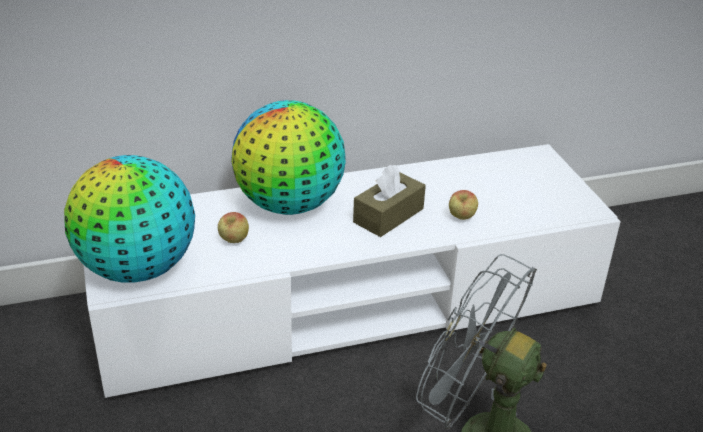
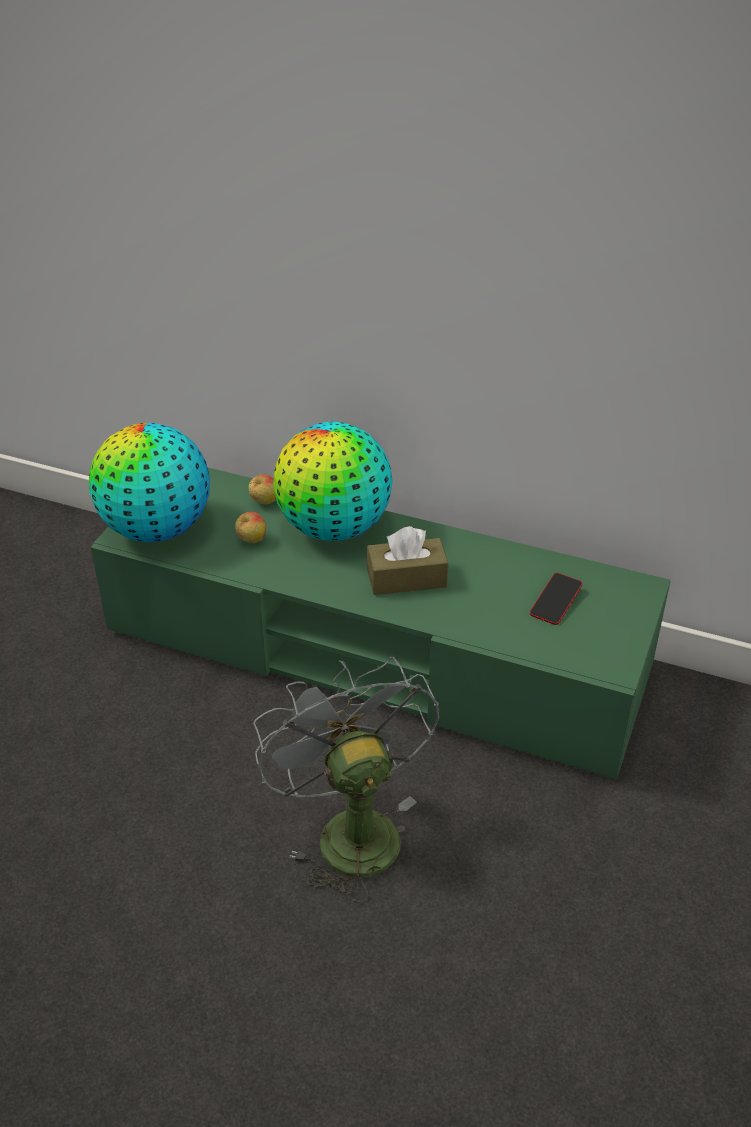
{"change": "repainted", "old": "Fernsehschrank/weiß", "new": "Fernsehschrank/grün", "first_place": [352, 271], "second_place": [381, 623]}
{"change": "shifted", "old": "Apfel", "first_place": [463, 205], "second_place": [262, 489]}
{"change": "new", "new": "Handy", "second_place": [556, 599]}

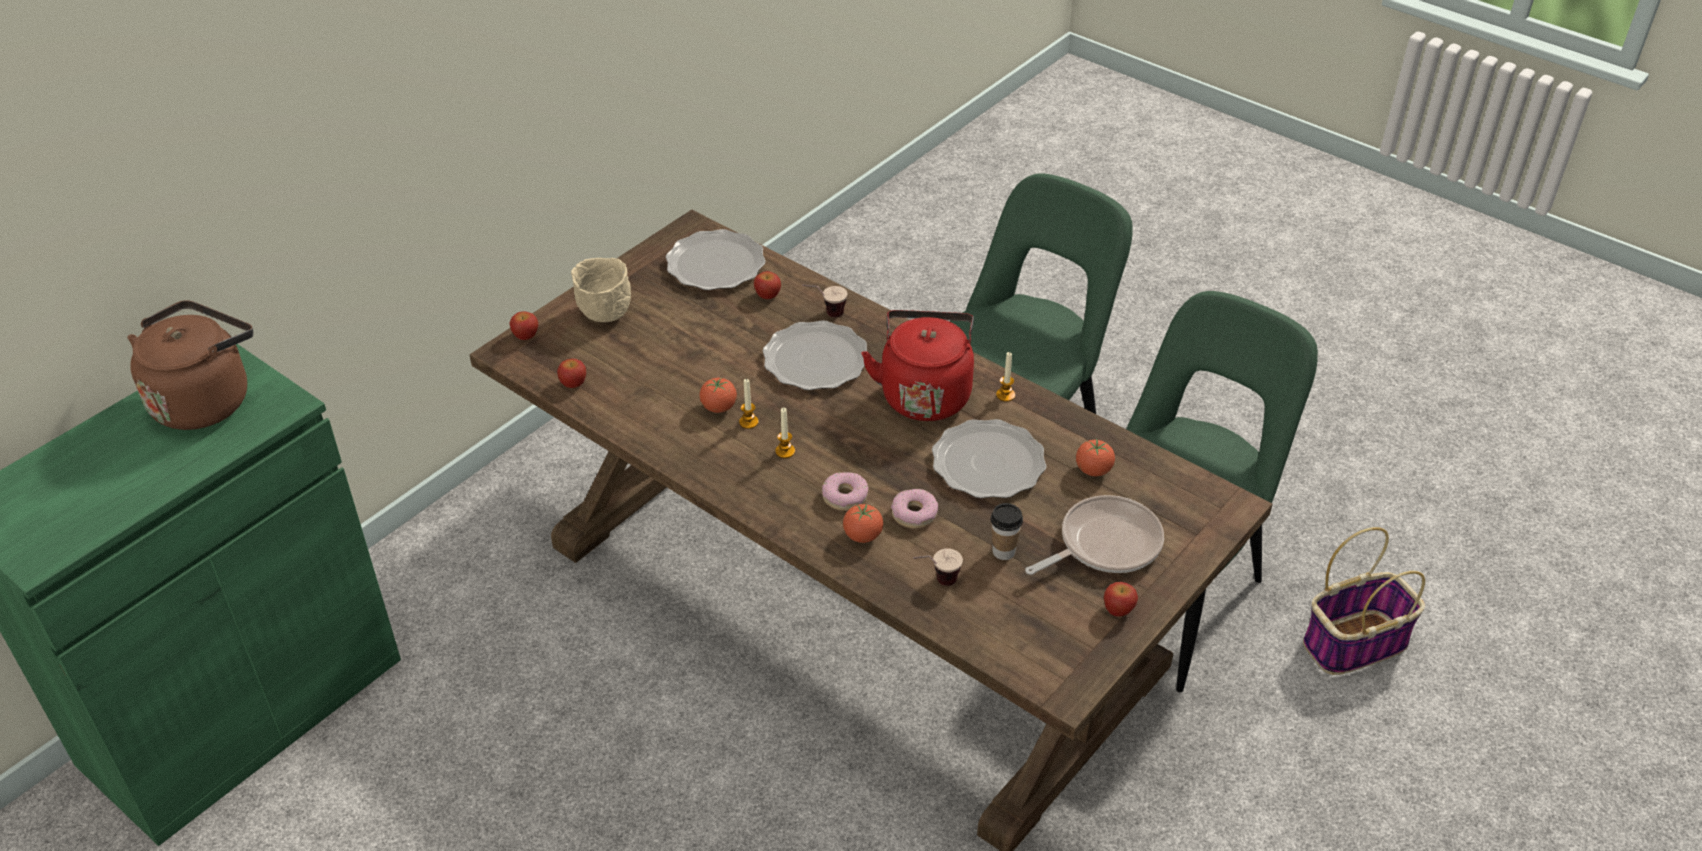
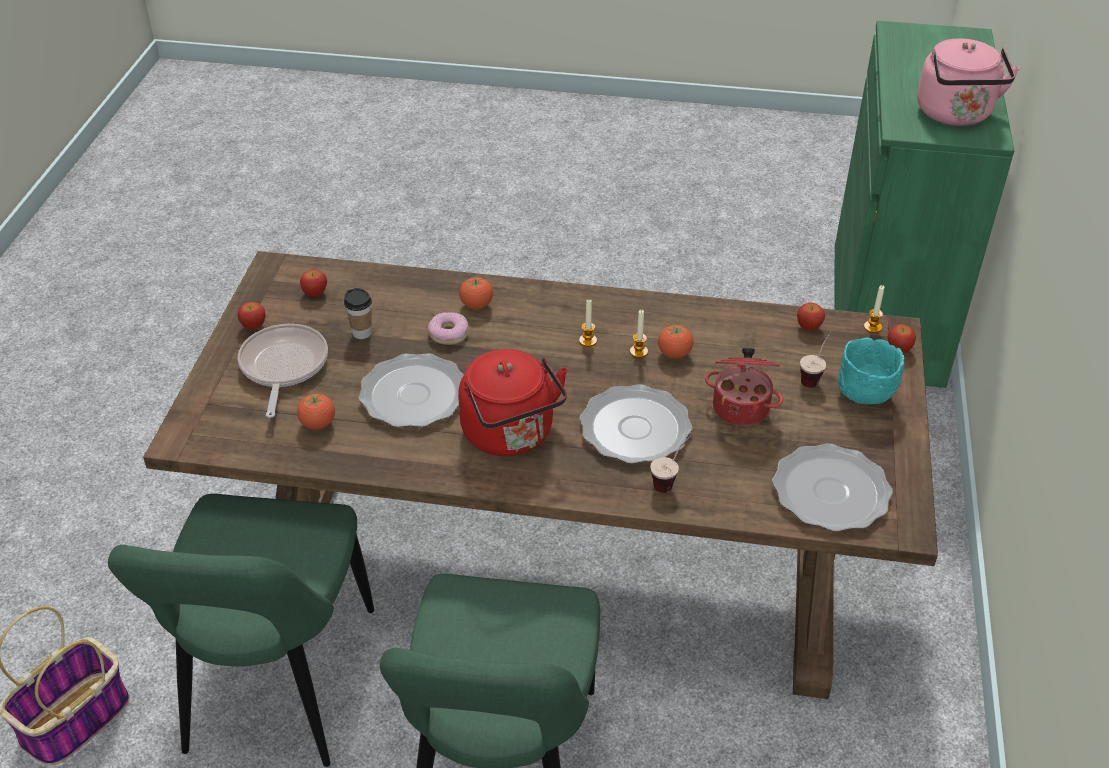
{"change": "rotated", "old": "Pfanne", "first_place": [1094, 535], "second_place": [283, 371], "degrees": 150}
{"change": "shifted", "old": "Apfel", "first_place": [767, 285], "second_place": [313, 283]}
{"change": "new", "new": "Kochtopf", "second_place": [744, 387]}
{"change": "shifted", "old": "Tasse", "first_place": [938, 567], "second_place": [816, 360]}
{"change": "repainted", "old": "Schüssel/beige", "new": "Schüssel/türkis", "first_place": [601, 290], "second_place": [871, 370]}
{"change": "shifted", "old": "Kerze", "first_place": [1005, 377], "second_place": [874, 309]}
{"change": "repainted", "old": "Wasserkessel/braun", "new": "Wasserkessel/rosa", "first_place": [190, 365], "second_place": [968, 82]}
{"change": "gone", "old": "Donut", "first_place": [845, 491]}

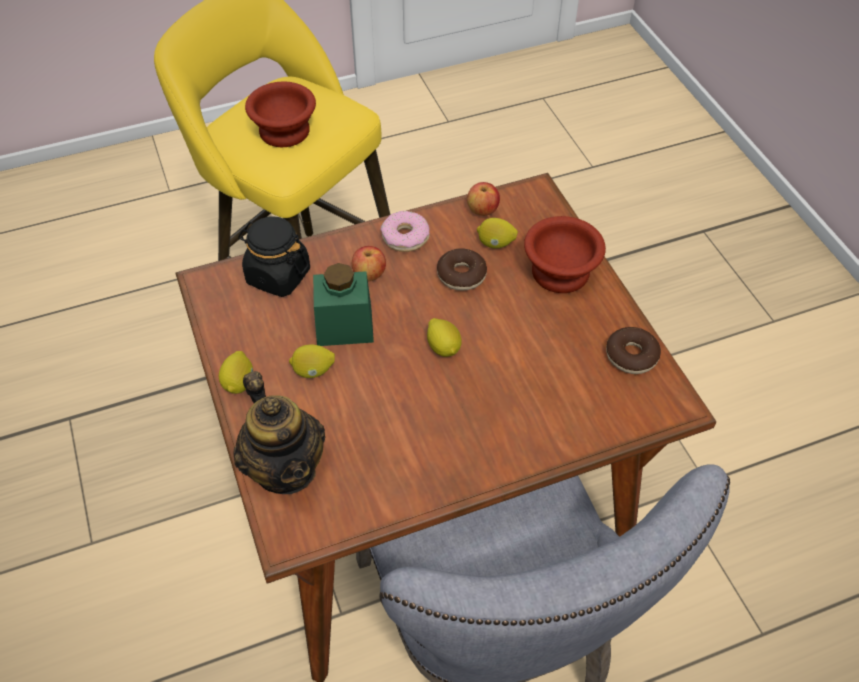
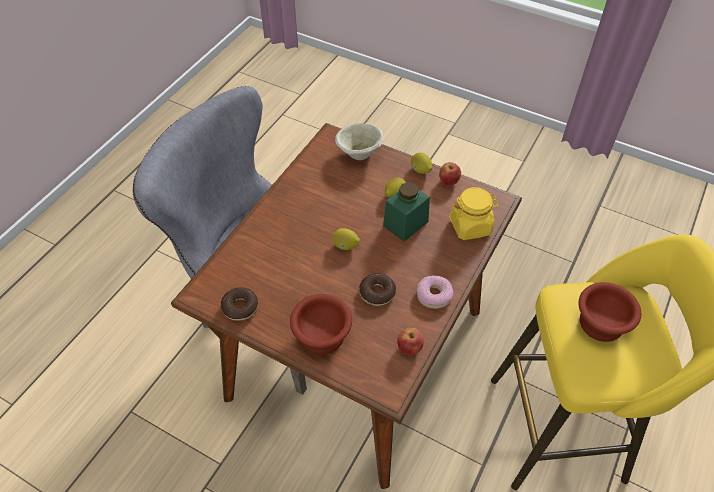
{"change": "swapped", "old": "Teekanne", "new": "Schüssel/beige", "first_place": [279, 432], "second_place": [359, 141]}
{"change": "shifted", "old": "Apfel", "first_place": [369, 263], "second_place": [450, 174]}
{"change": "repainted", "old": "Vorratsglas/schwarz", "new": "Vorratsglas/gelb", "first_place": [274, 256], "second_place": [474, 213]}
{"change": "gone", "old": "Zitrone", "first_place": [497, 233]}

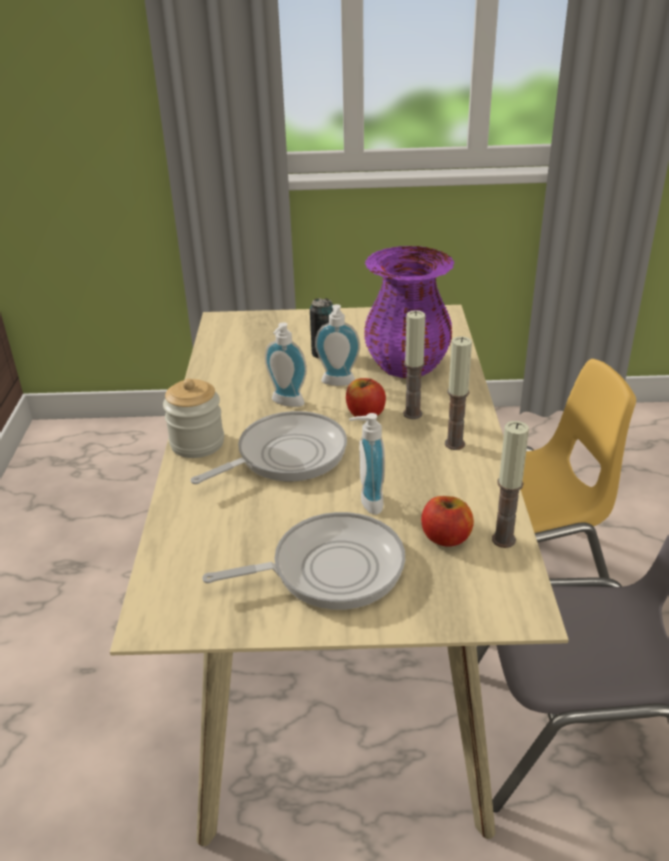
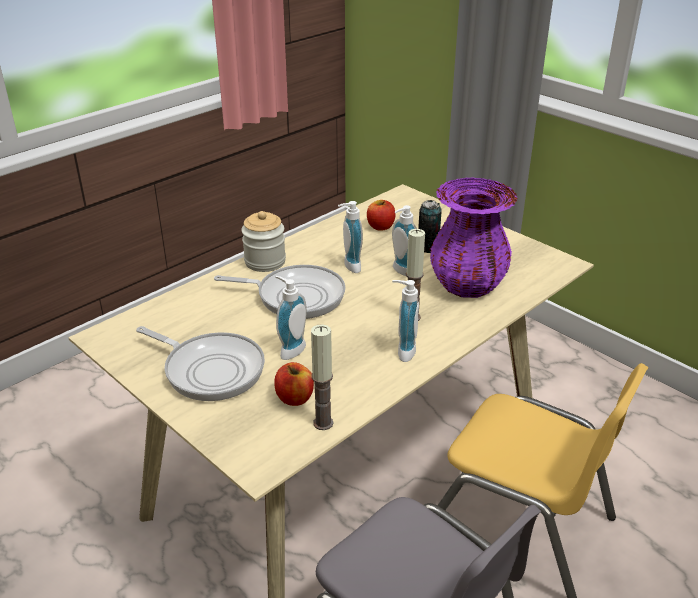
{"change": "shifted", "old": "Apfel", "first_place": [366, 397], "second_place": [381, 215]}
{"change": "swapped", "old": "Kerze", "new": "Seifenspender", "first_place": [458, 393], "second_place": [405, 321]}

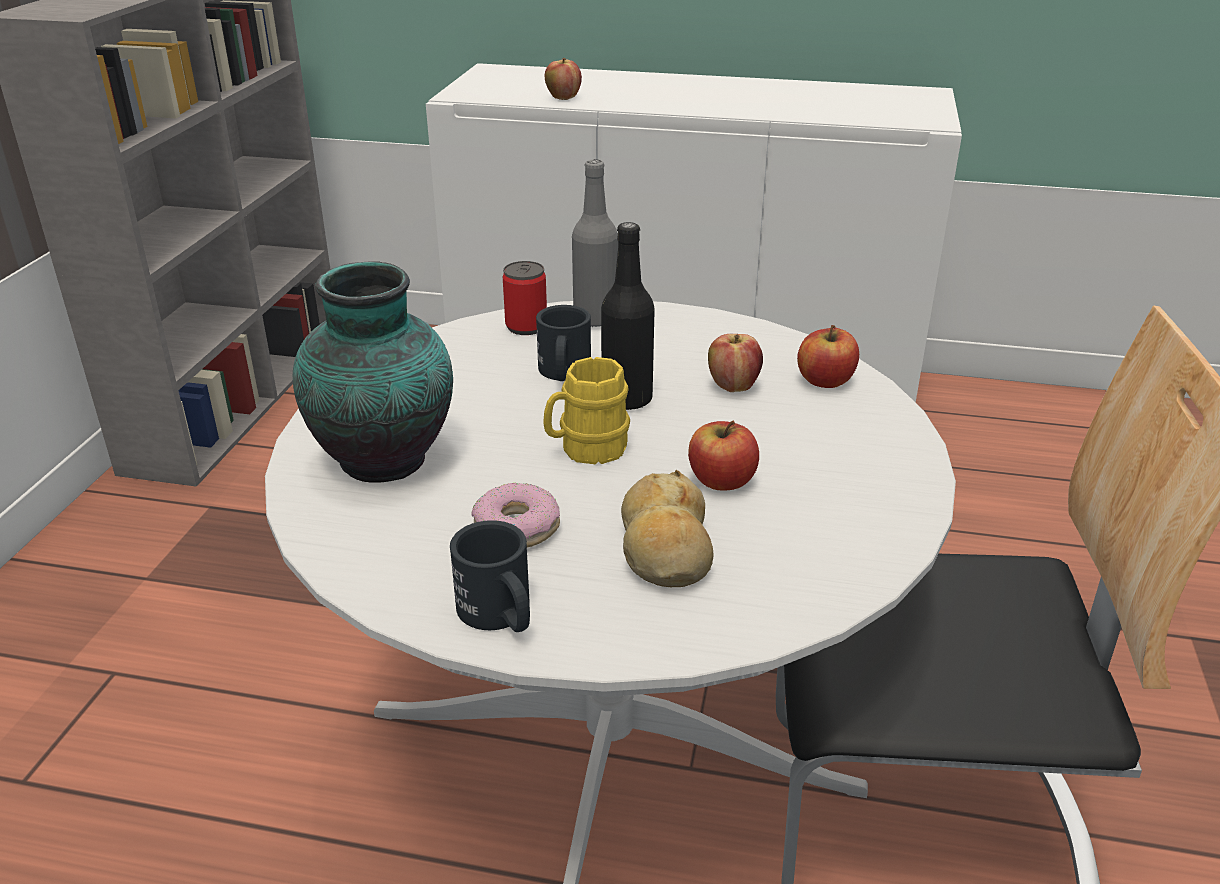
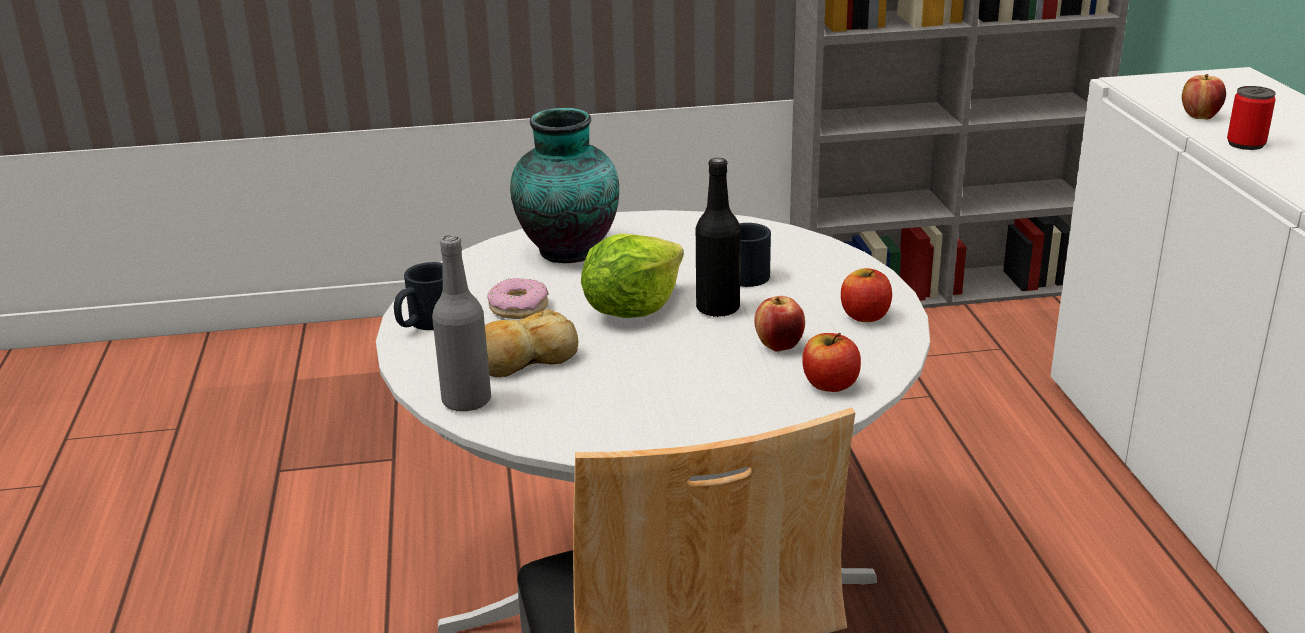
{"change": "shifted", "old": "Flasche/grau", "first_place": [595, 243], "second_place": [461, 323]}
{"change": "swapped", "old": "Henkelbecher/gelb", "new": "Salatkopf", "first_place": [586, 410], "second_place": [632, 275]}
{"change": "shifted", "old": "Apfel", "first_place": [723, 455], "second_place": [866, 295]}
{"change": "shifted", "old": "Dose", "first_place": [525, 298], "second_place": [1251, 118]}

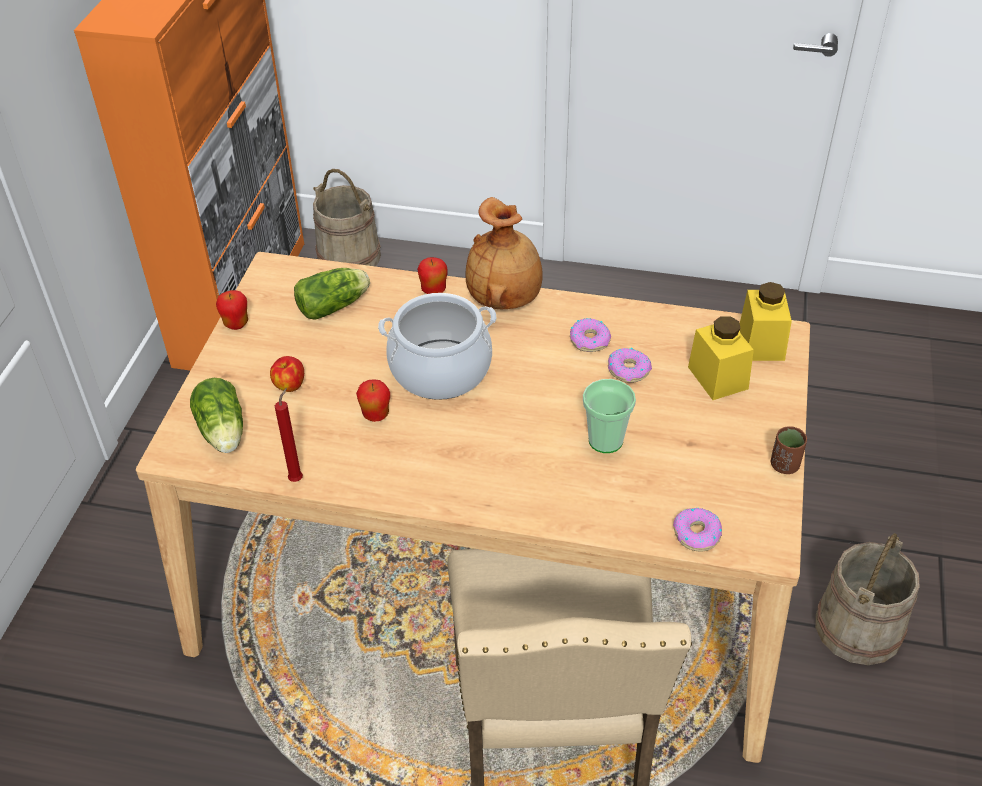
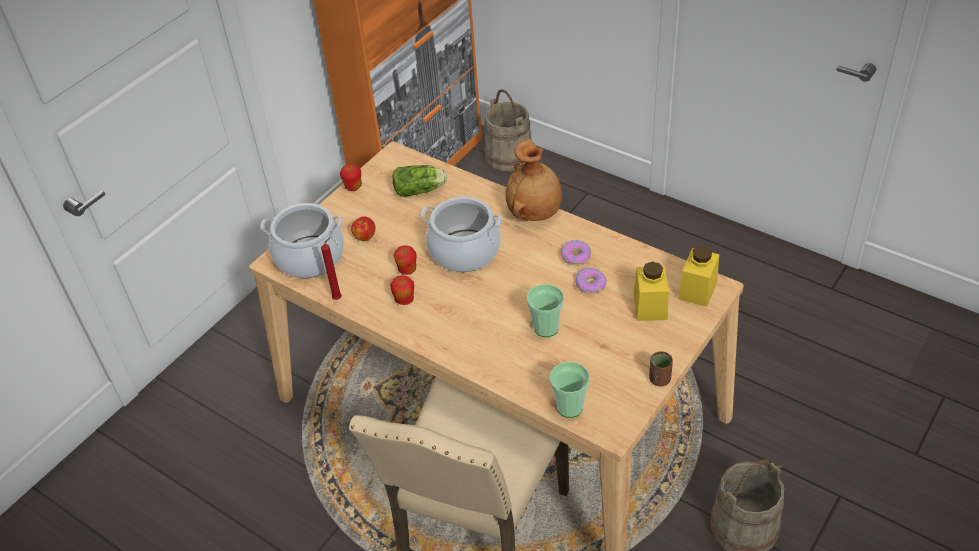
{"change": "swapped", "old": "Salatkopf", "new": "Kochtopf", "first_place": [216, 415], "second_place": [302, 240]}
{"change": "shifted", "old": "Apfel", "first_place": [432, 275], "second_place": [402, 290]}
{"change": "swapped", "old": "Donut", "new": "Tasse", "first_place": [697, 529], "second_place": [570, 390]}

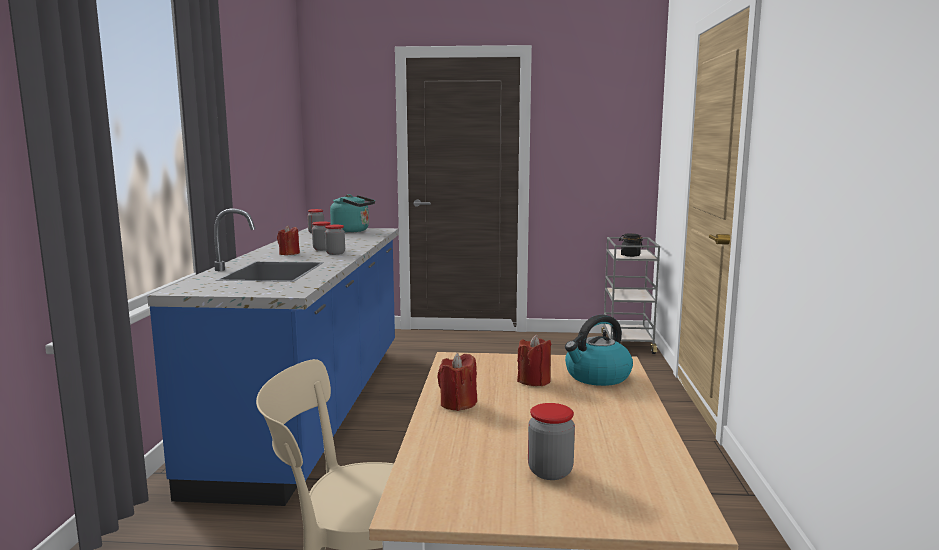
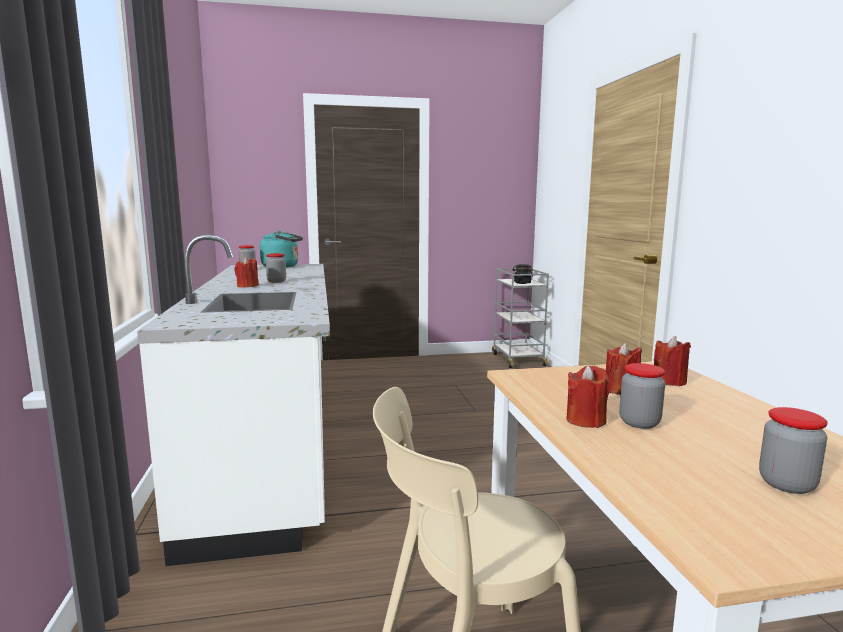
{"change": "repainted", "old": "Küchenzeile/blau", "new": "Küchenzeile/weiß", "first_place": [273, 357], "second_place": [233, 400]}
{"change": "shifted", "old": "Vorratsglas", "first_place": [335, 240], "second_place": [642, 396]}
{"change": "swapped", "old": "Wasserkessel", "new": "Kerze/rot", "first_place": [599, 350], "second_place": [672, 361]}

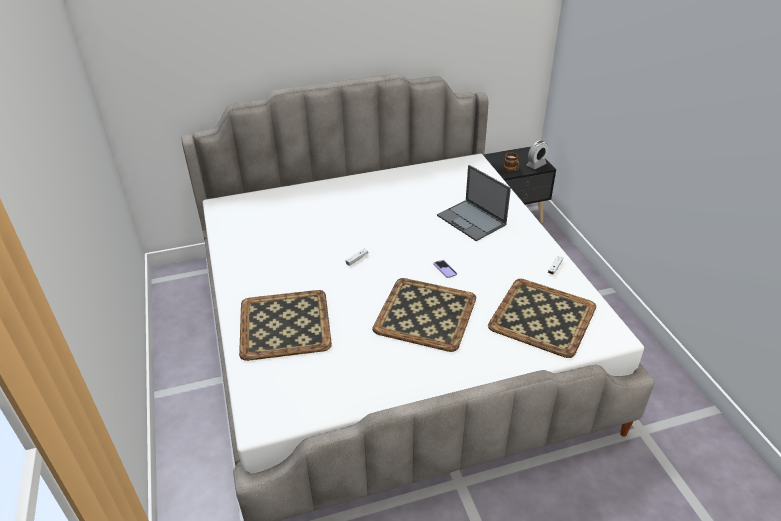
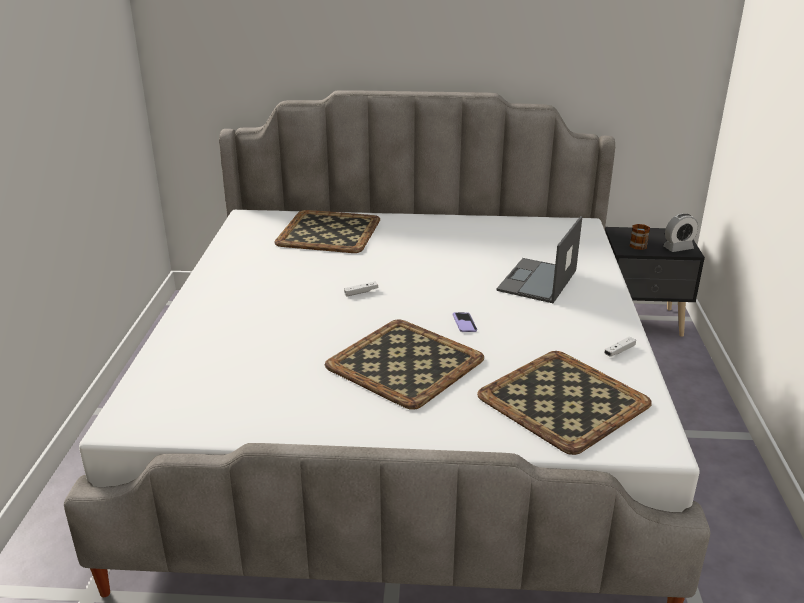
{"change": "shifted", "old": "Tablett", "first_place": [285, 325], "second_place": [327, 231]}
{"change": "rotated", "old": "Laptop", "first_place": [474, 203], "second_place": [539, 259], "degrees": 45}

